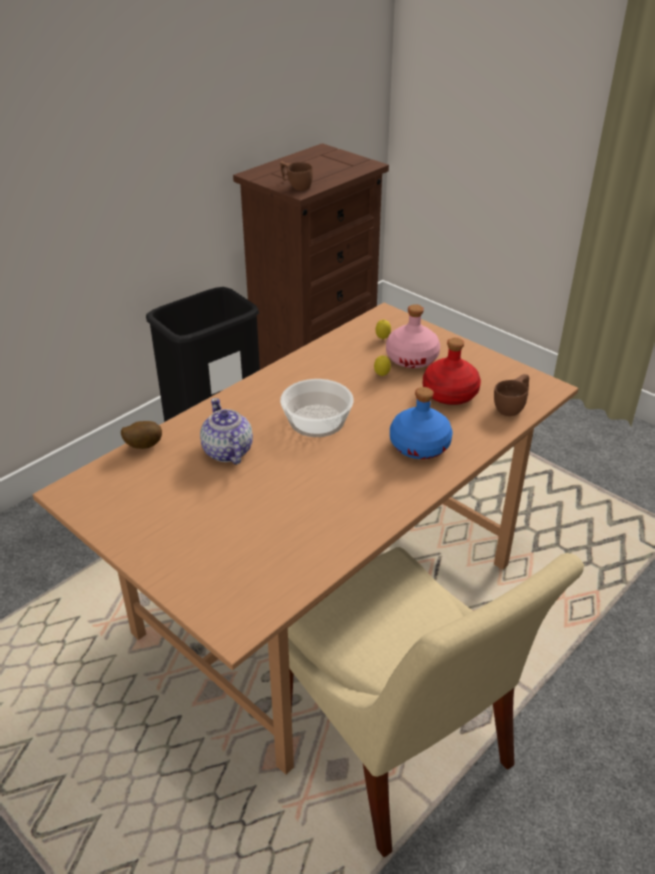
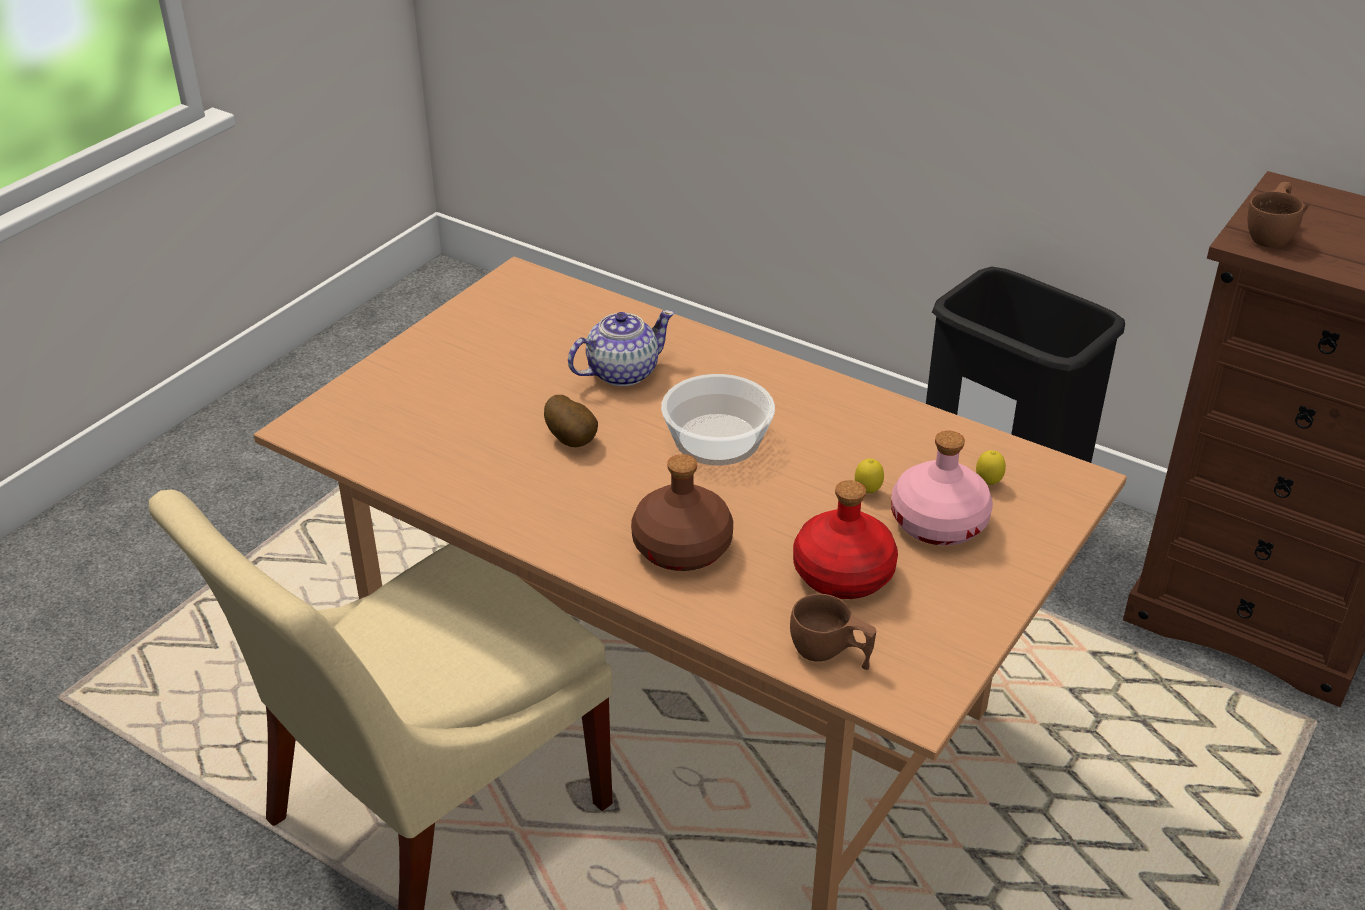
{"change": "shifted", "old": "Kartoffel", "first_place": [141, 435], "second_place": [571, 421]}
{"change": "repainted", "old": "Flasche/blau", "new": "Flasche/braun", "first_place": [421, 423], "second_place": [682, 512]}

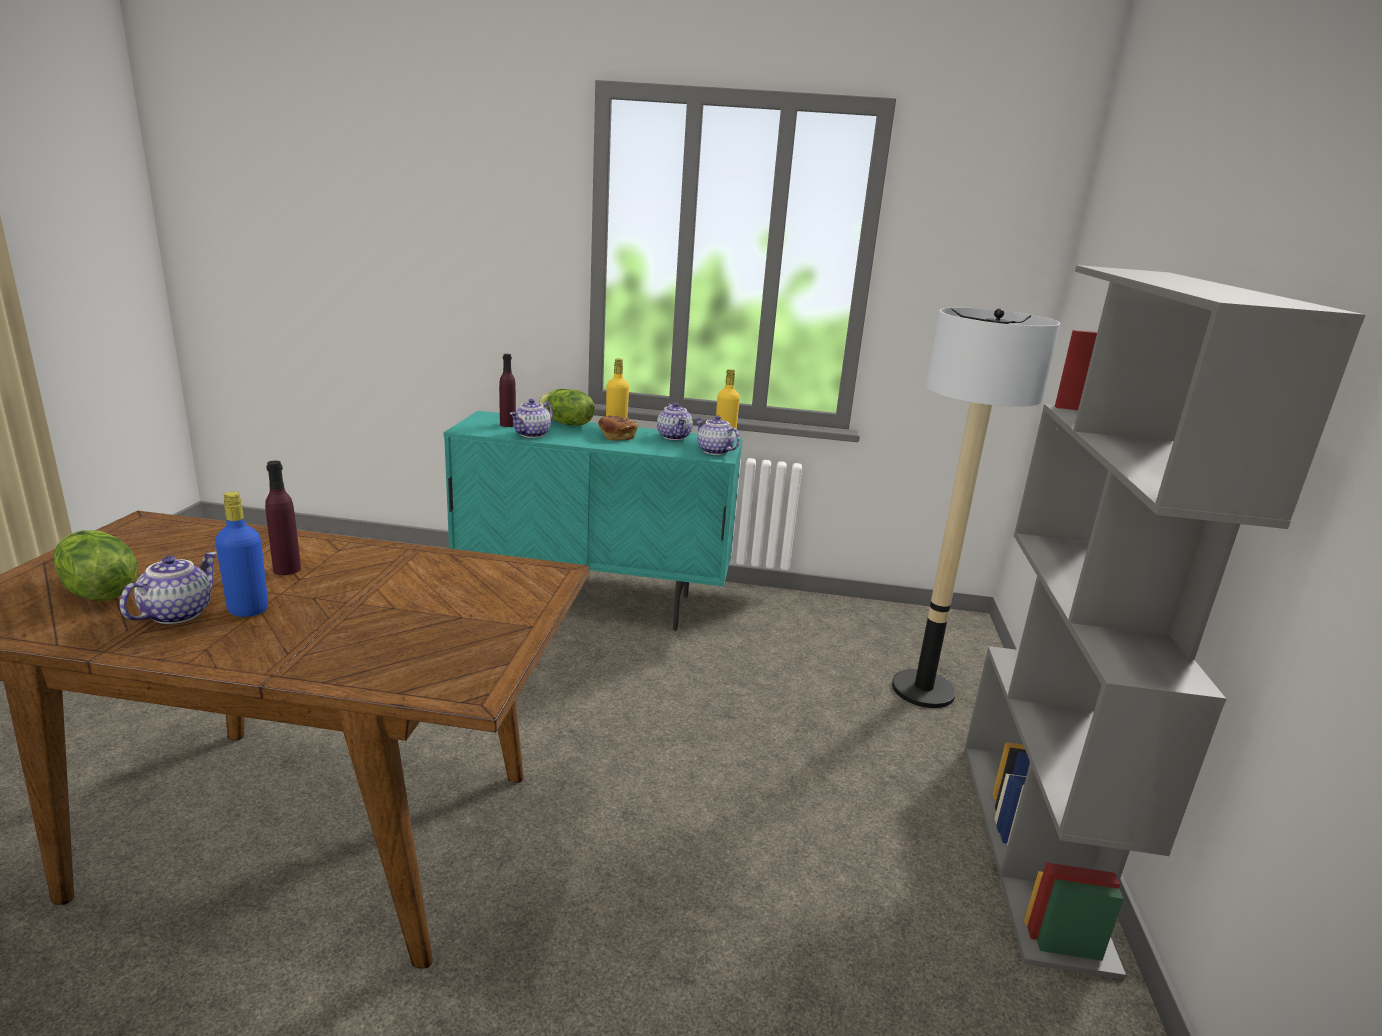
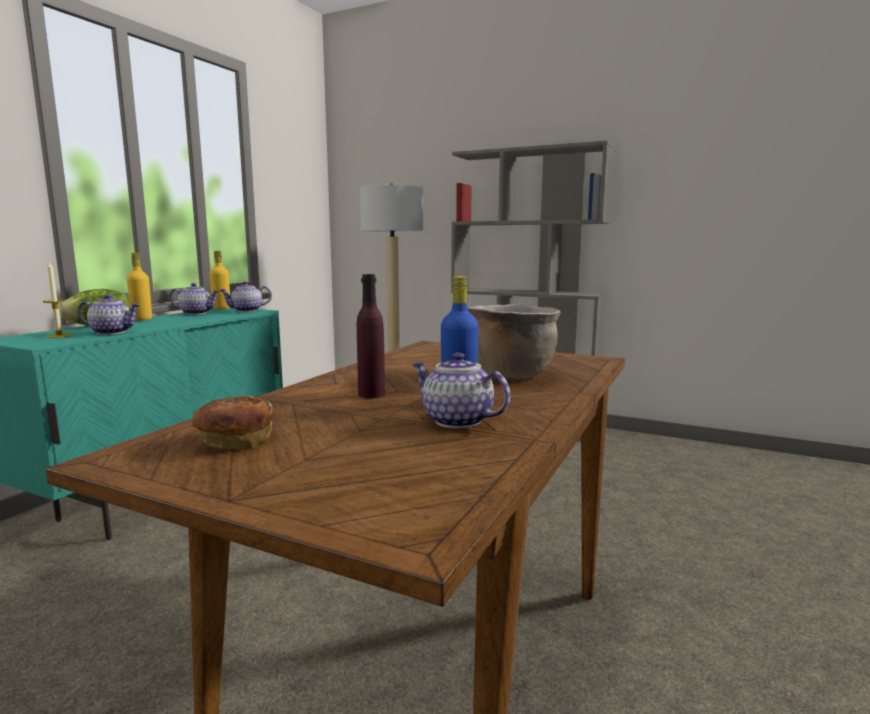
{"change": "swapped", "old": "Flasche/lila", "new": "Kerze", "first_place": [507, 390], "second_place": [57, 300]}
{"change": "rotated", "old": "Teekanne", "first_place": [531, 418], "second_place": [109, 314], "degrees": -45}
{"change": "shifted", "old": "Brot", "first_place": [618, 428], "second_place": [233, 422]}
{"change": "new", "new": "Kochtopf/braun", "second_place": [514, 341]}
{"change": "gone", "old": "Salatkopf", "first_place": [95, 565]}

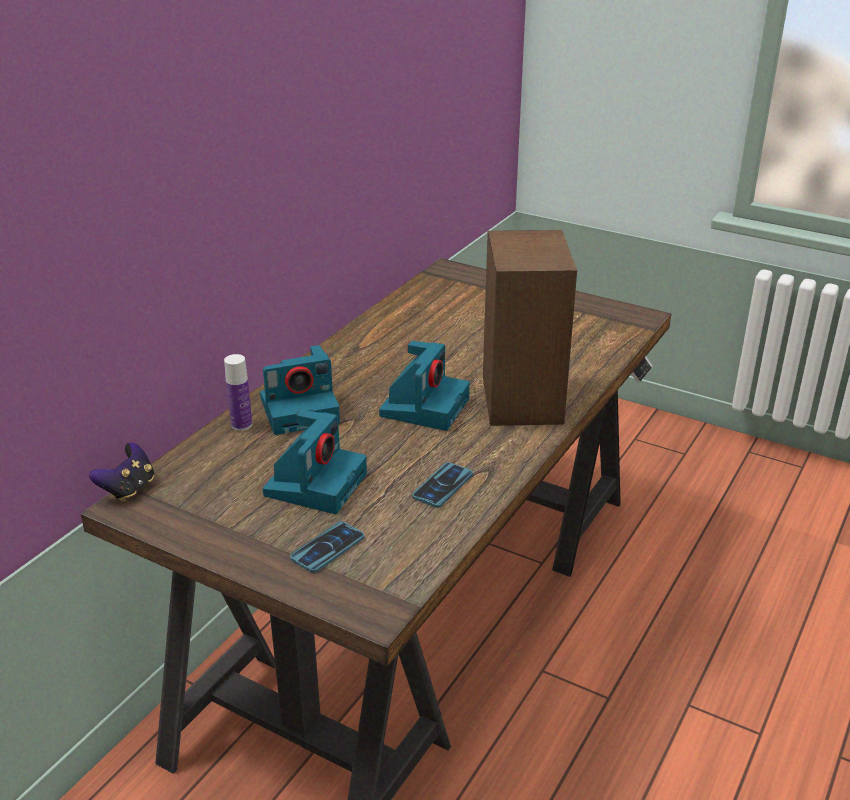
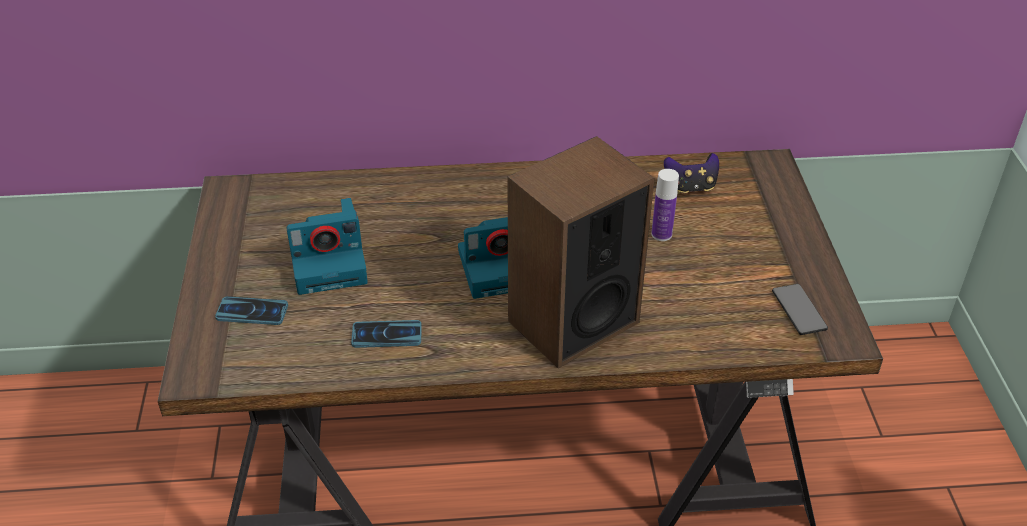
{"change": "shifted", "old": "Flasche", "first_place": [238, 392], "second_place": [665, 205]}
{"change": "shifted", "old": "Gamepad", "first_place": [121, 472], "second_place": [691, 173]}
{"change": "new", "new": "Handy", "second_place": [800, 309]}
{"change": "gone", "old": "Kamera", "first_place": [300, 390]}

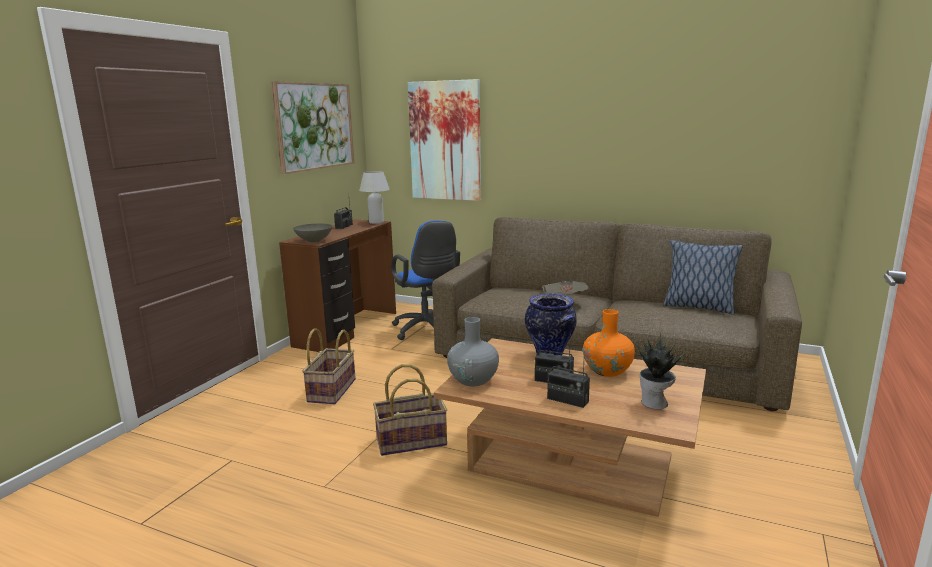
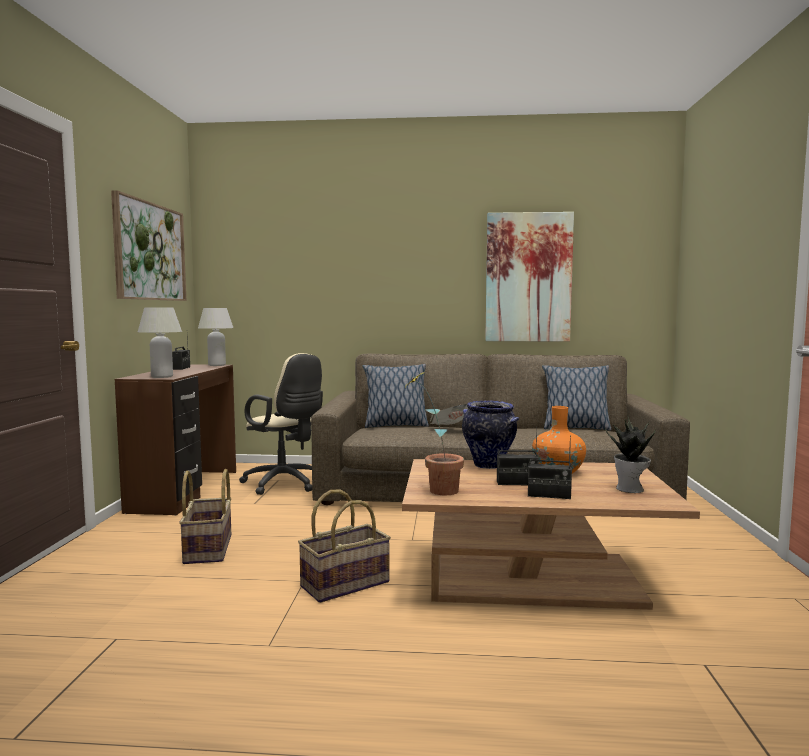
{"change": "swapped", "old": "Schüssel/grau", "new": "Tischlampe/weiß", "first_place": [312, 233], "second_place": [160, 342]}
{"change": "repainted", "old": "Bürostuhl/blau", "new": "Bürostuhl/beige", "first_place": [425, 280], "second_place": [281, 424]}
{"change": "new", "new": "Kissen", "second_place": [395, 396]}
{"change": "swapped", "old": "Vase/grau", "new": "Topfpflanze", "first_place": [473, 351], "second_place": [434, 433]}
{"change": "shifted", "old": "Bild", "first_place": [444, 140], "second_place": [529, 277]}

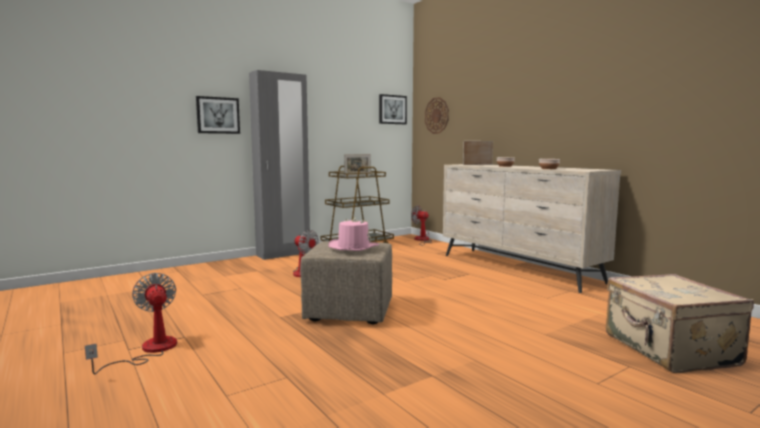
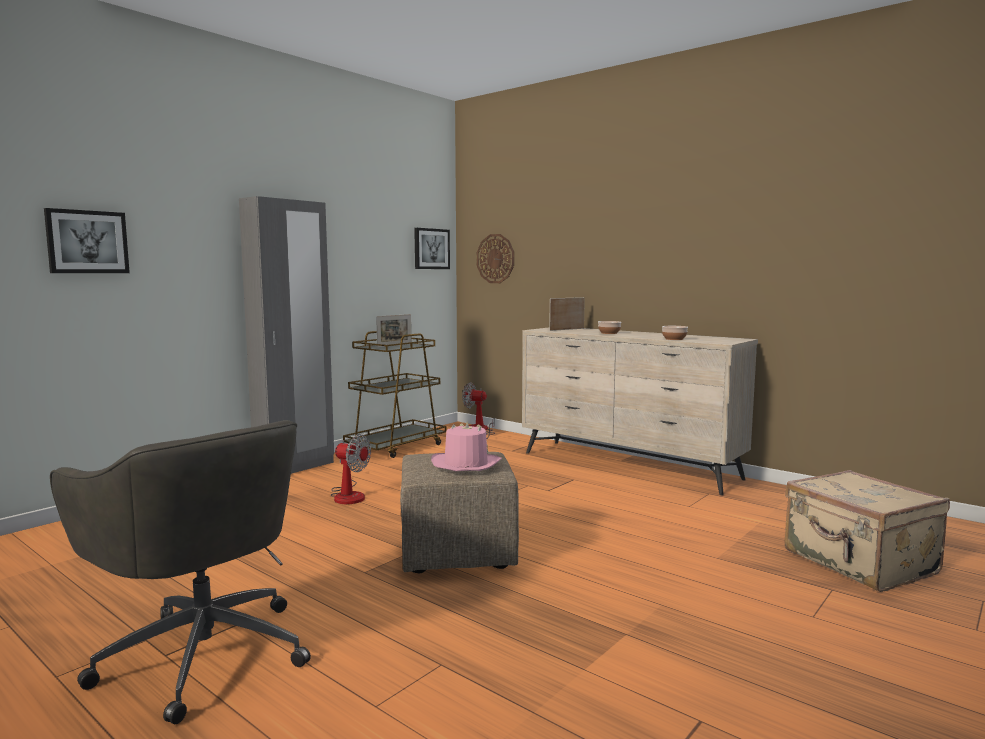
{"change": "shifted", "old": "Bild", "first_place": [218, 115], "second_place": [87, 240]}
{"change": "swapped", "old": "Ventilator", "new": "Bürostuhl/grau", "first_place": [131, 323], "second_place": [180, 572]}

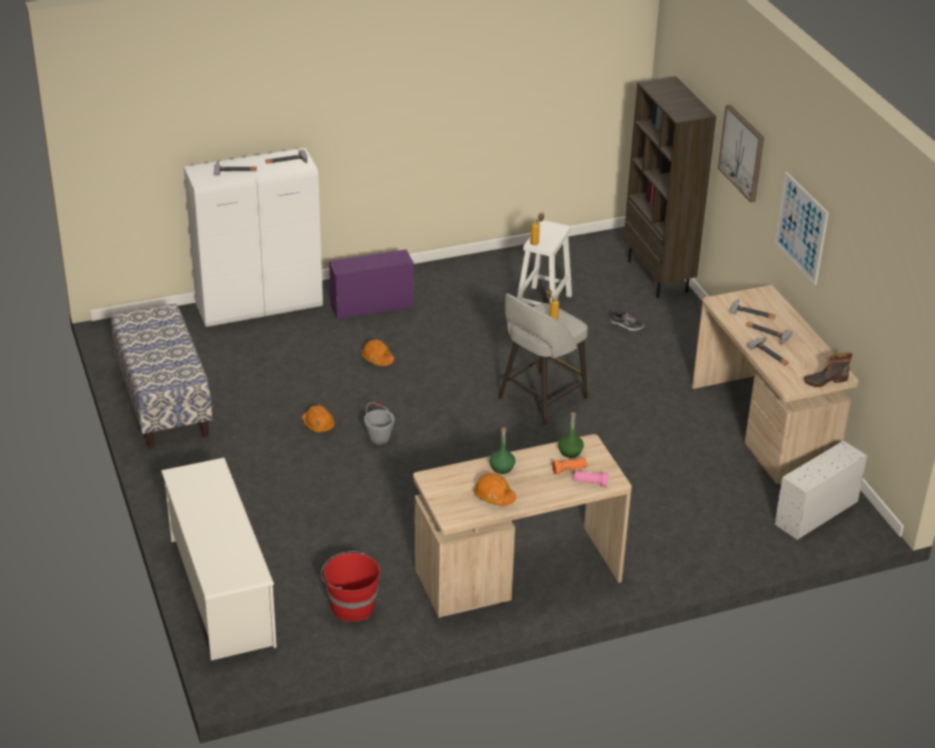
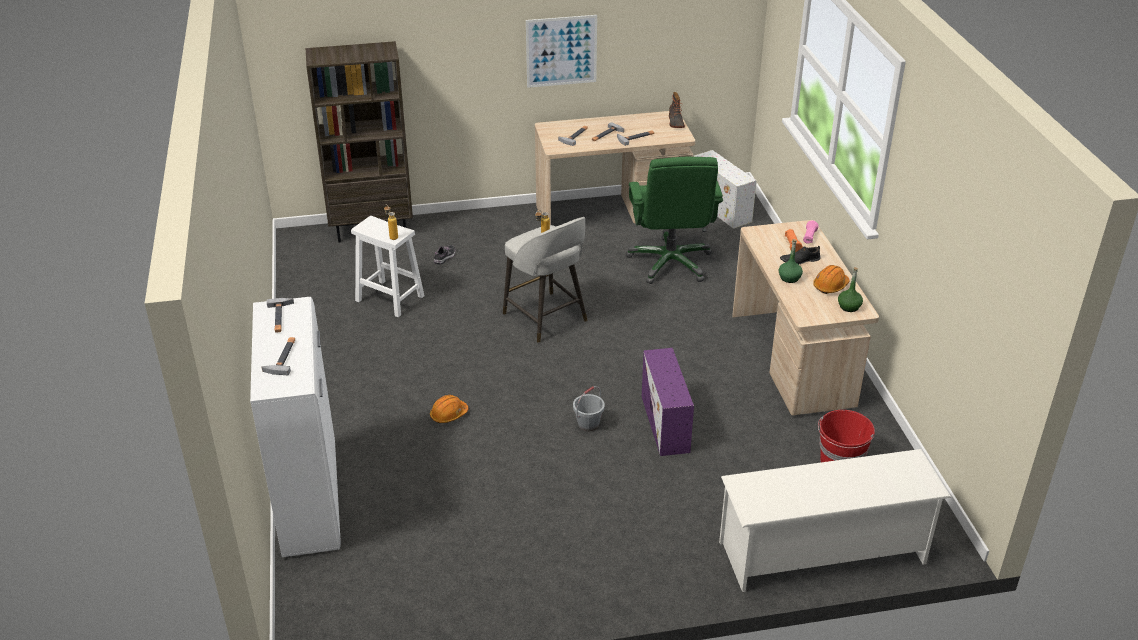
{"change": "new", "new": "Bürostuhl/grün", "second_place": [674, 220]}
{"change": "shifted", "old": "Aufbewahrungsbox/lila", "first_place": [371, 284], "second_place": [668, 402]}
{"change": "new", "new": "Schuh/schwarz", "second_place": [800, 254]}
{"change": "shifted", "old": "Flasche/grün", "first_place": [571, 435], "second_place": [850, 289]}
{"change": "gone", "old": "Bank", "first_place": [161, 376]}
{"change": "gone", "old": "Schutzhelm/orange", "first_place": [318, 419]}
{"change": "gone", "old": "Bild", "first_place": [741, 154]}

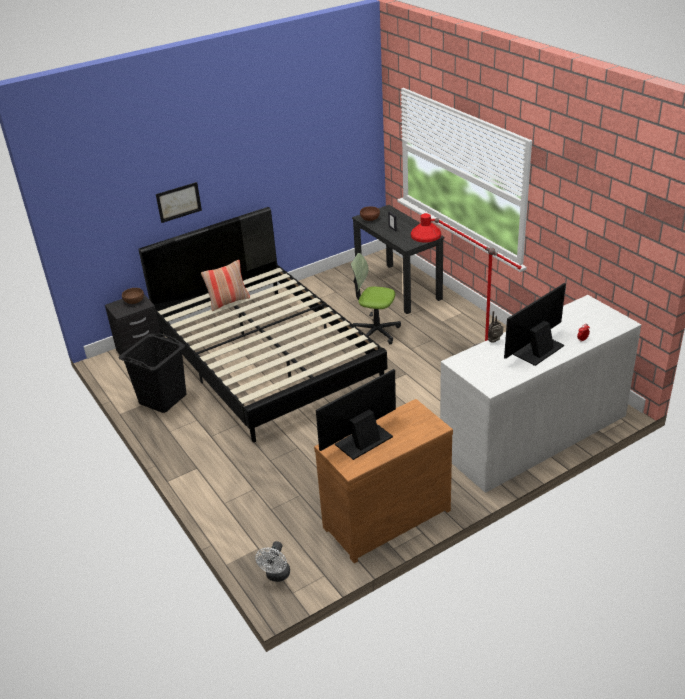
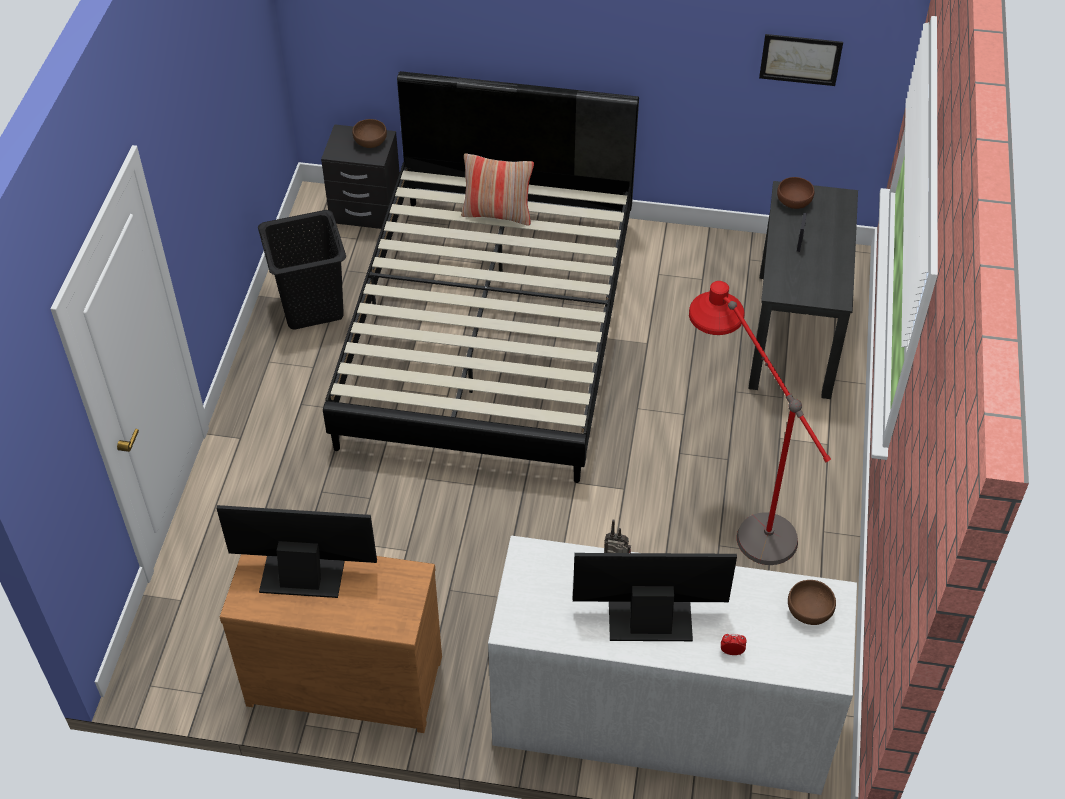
{"change": "shifted", "old": "Bild", "first_place": [179, 202], "second_place": [801, 60]}
{"change": "new", "new": "Schüssel/braun", "second_place": [812, 602]}
{"change": "gone", "old": "Ventilator/weiß", "first_place": [272, 561]}
{"change": "gone", "old": "Bürostuhl", "first_place": [376, 298]}

